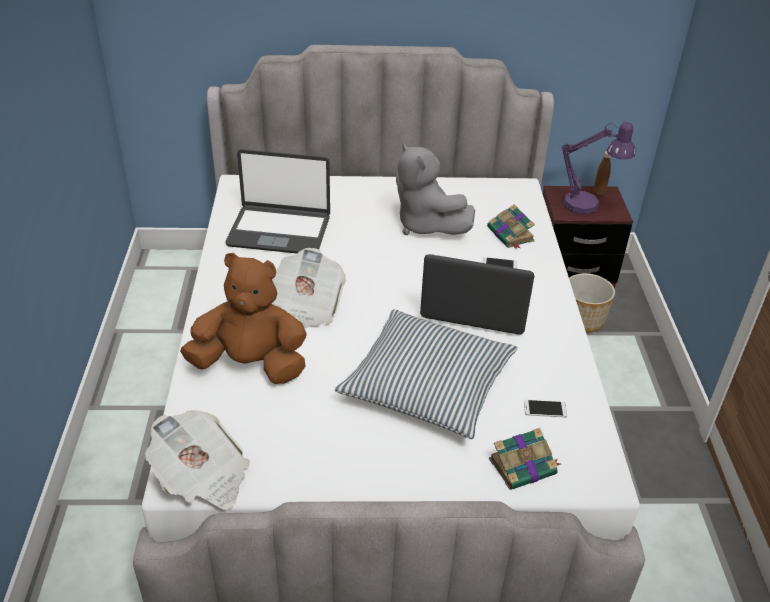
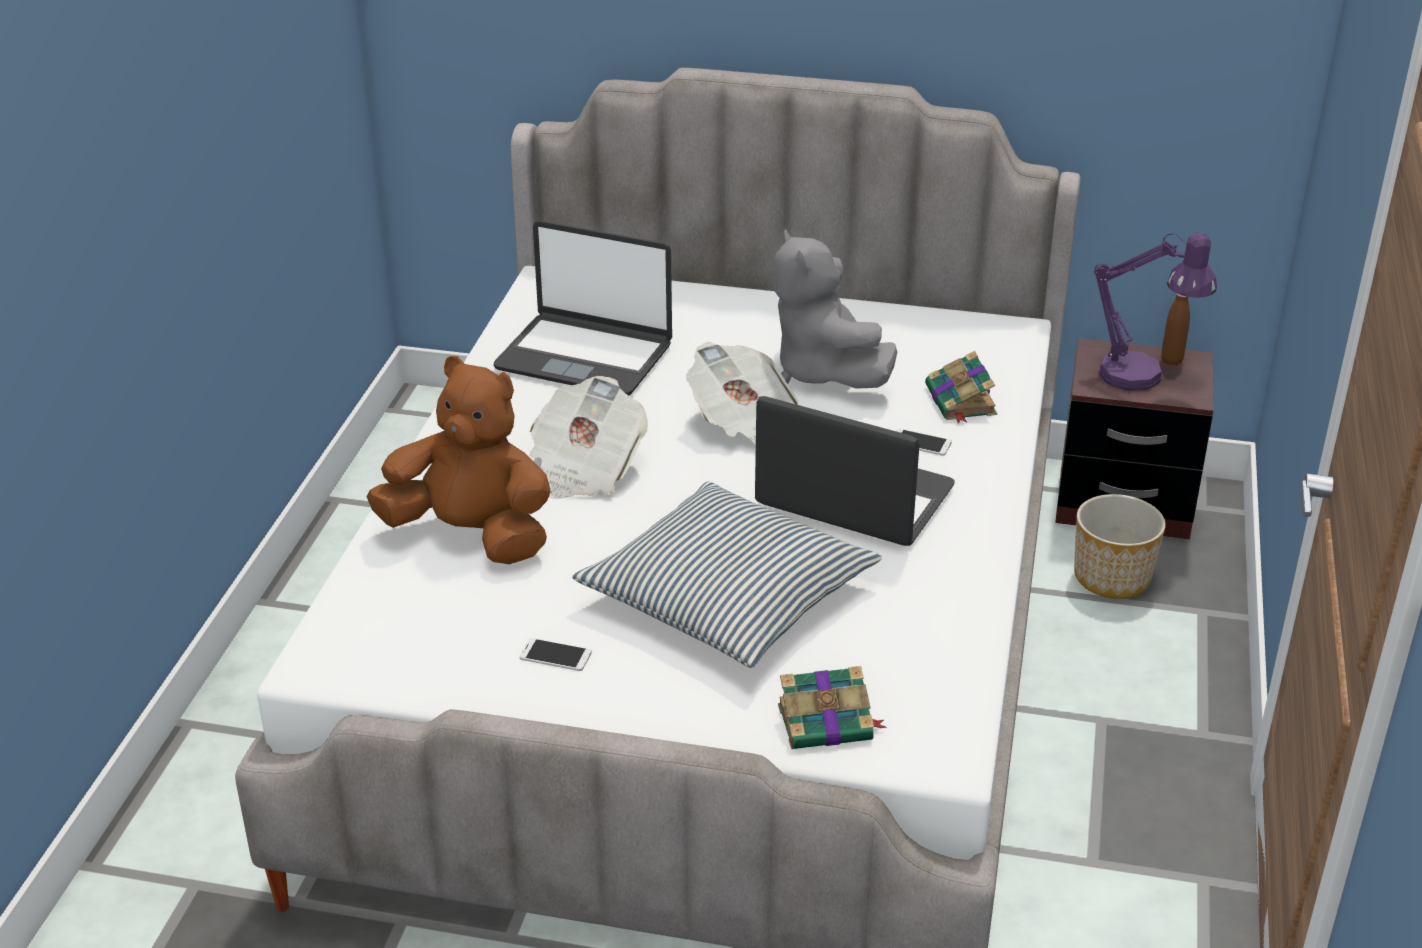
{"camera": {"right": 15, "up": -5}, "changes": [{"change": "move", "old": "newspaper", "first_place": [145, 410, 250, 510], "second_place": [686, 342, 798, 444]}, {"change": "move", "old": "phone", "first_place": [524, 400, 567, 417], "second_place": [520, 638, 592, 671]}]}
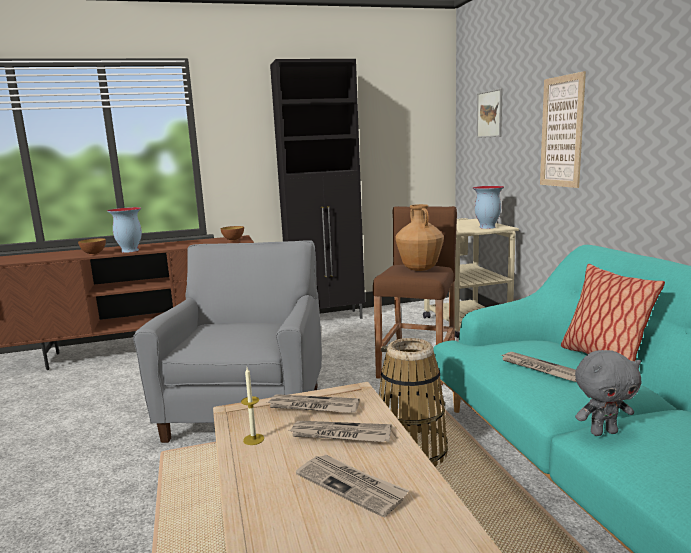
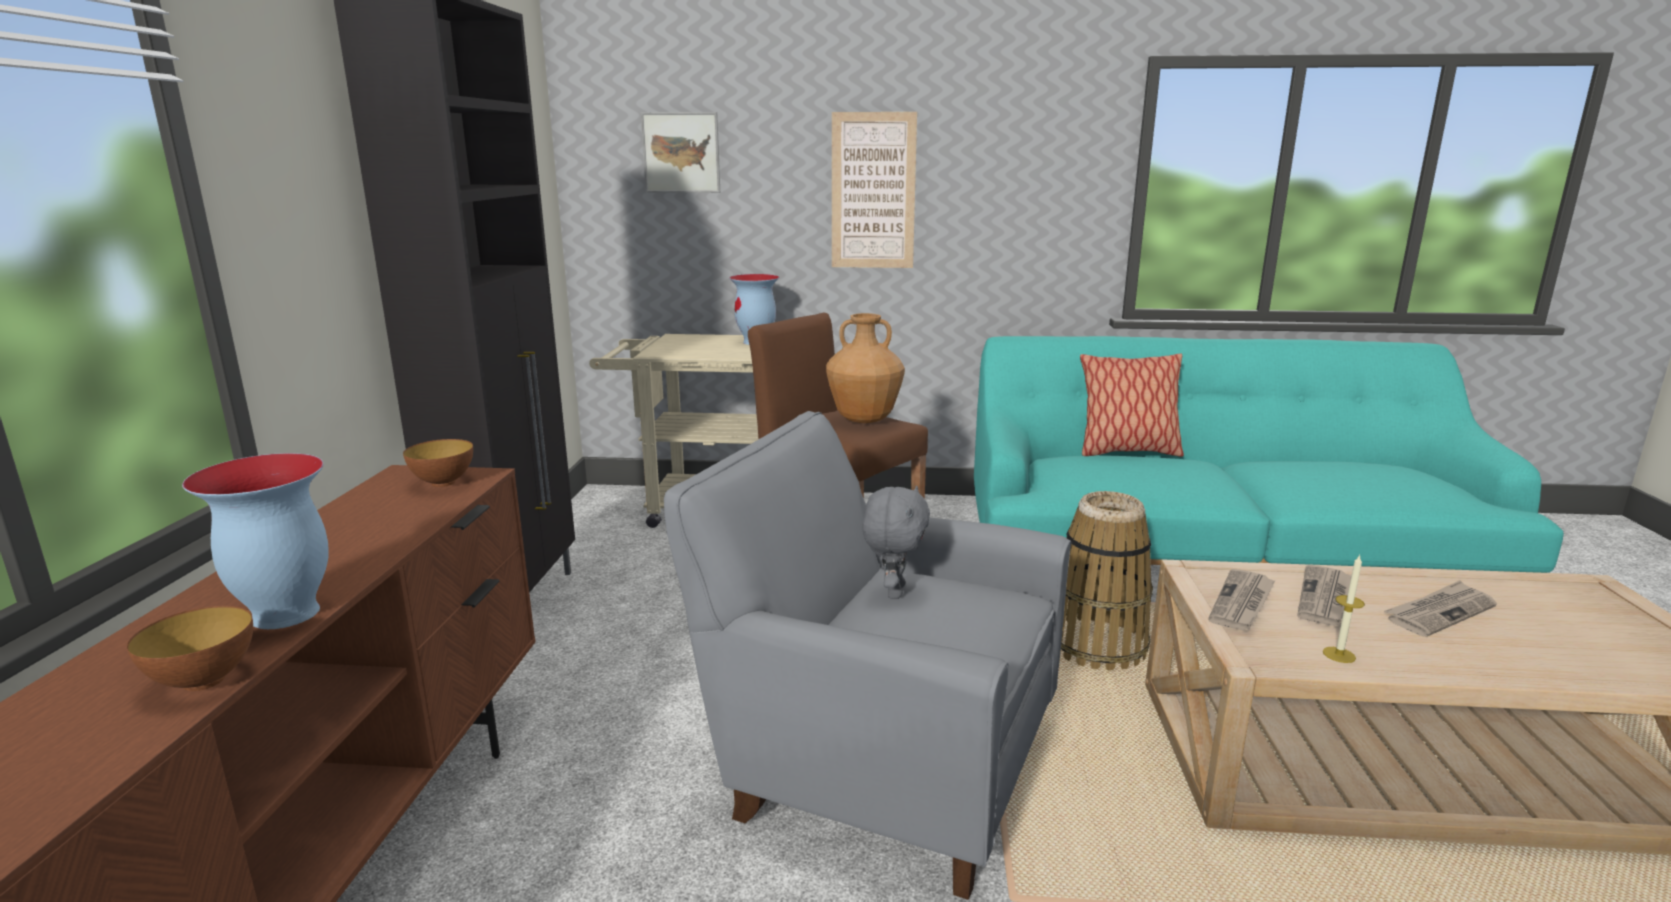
{"camera": {"right": -70, "up": 5}, "changes": [{"change": "delete", "old": "newspaper", "first_place": [499, 352, 576, 382]}, {"change": "move", "old": "plush toy (grey)", "first_place": [575, 350, 641, 436], "second_place": [863, 486, 930, 599]}]}
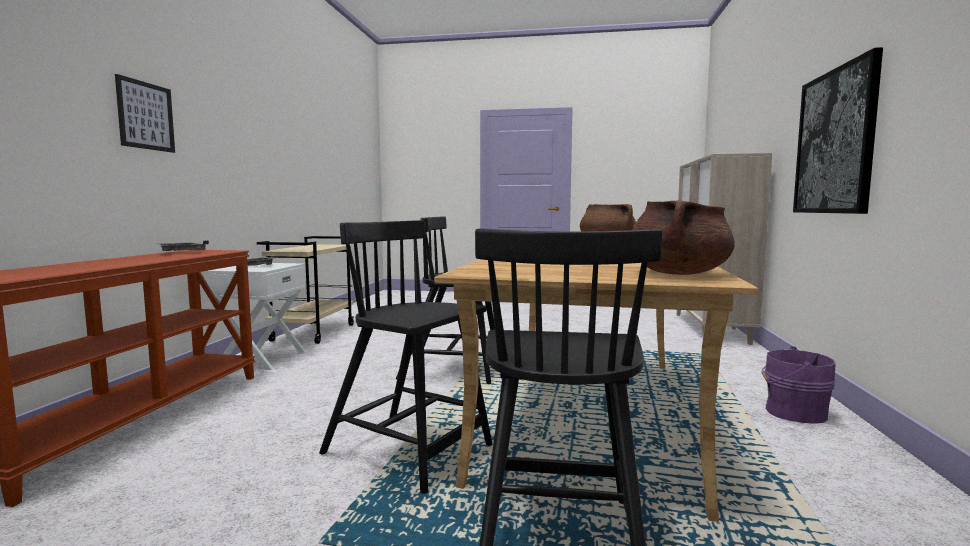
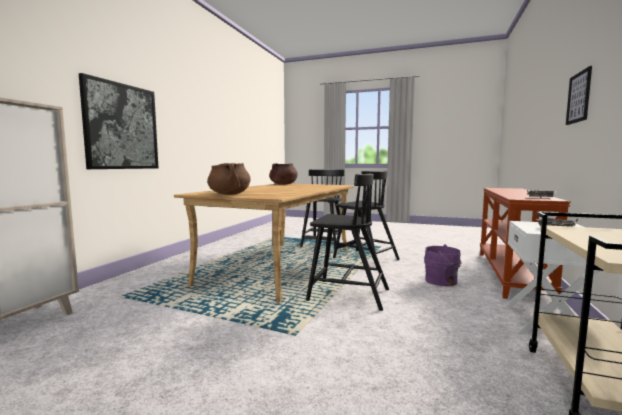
{"camera": {"right": -170, "up": 0}, "changes": [{"change": "move", "old": "bucket (purple)", "first_place": [762, 346, 836, 424], "second_place": [424, 244, 462, 286]}]}
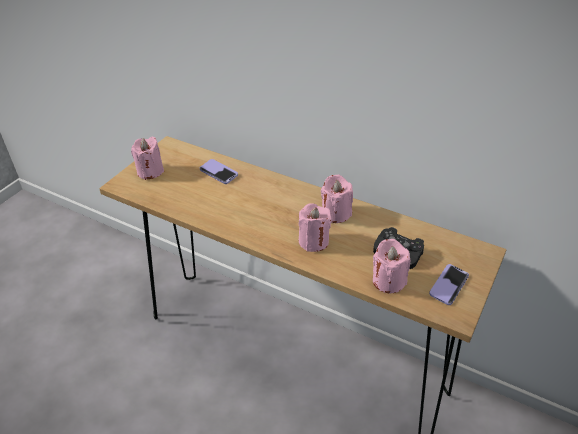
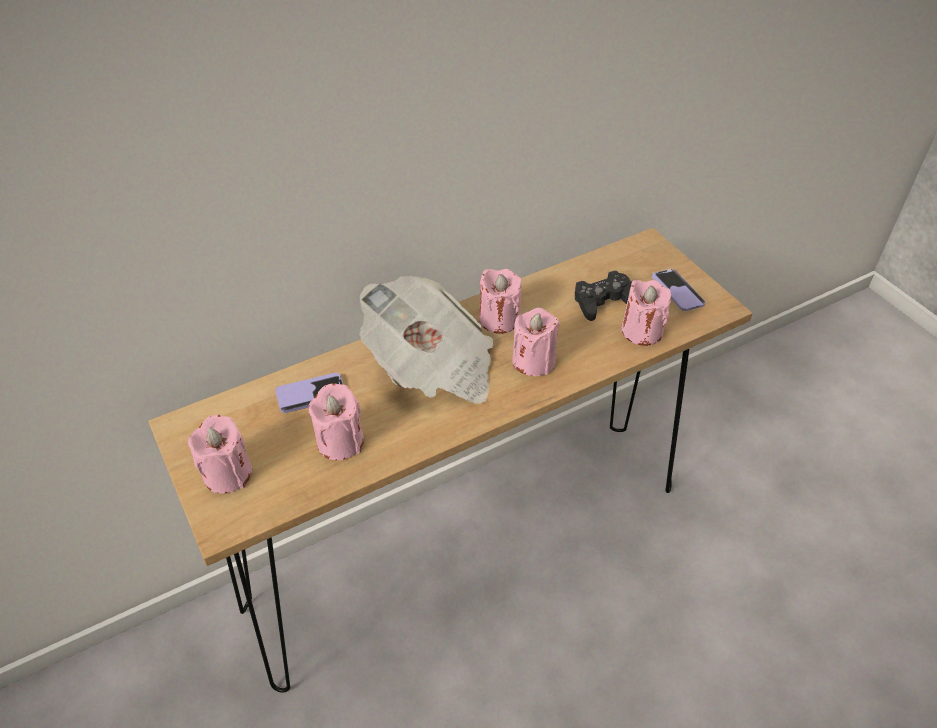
{"camera": {"right": -60, "up": 5}, "changes": [{"change": "insert", "new": "candle (pink)", "second_place": [308, 383, 364, 460]}, {"change": "insert", "new": "newspaper", "second_place": [359, 276, 494, 404]}]}
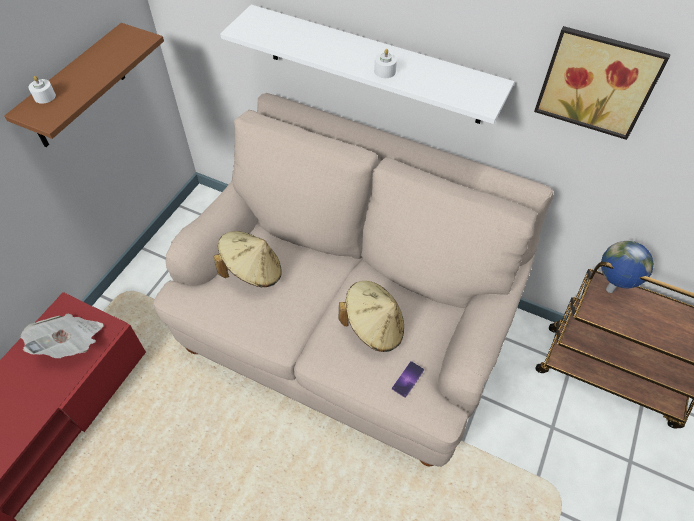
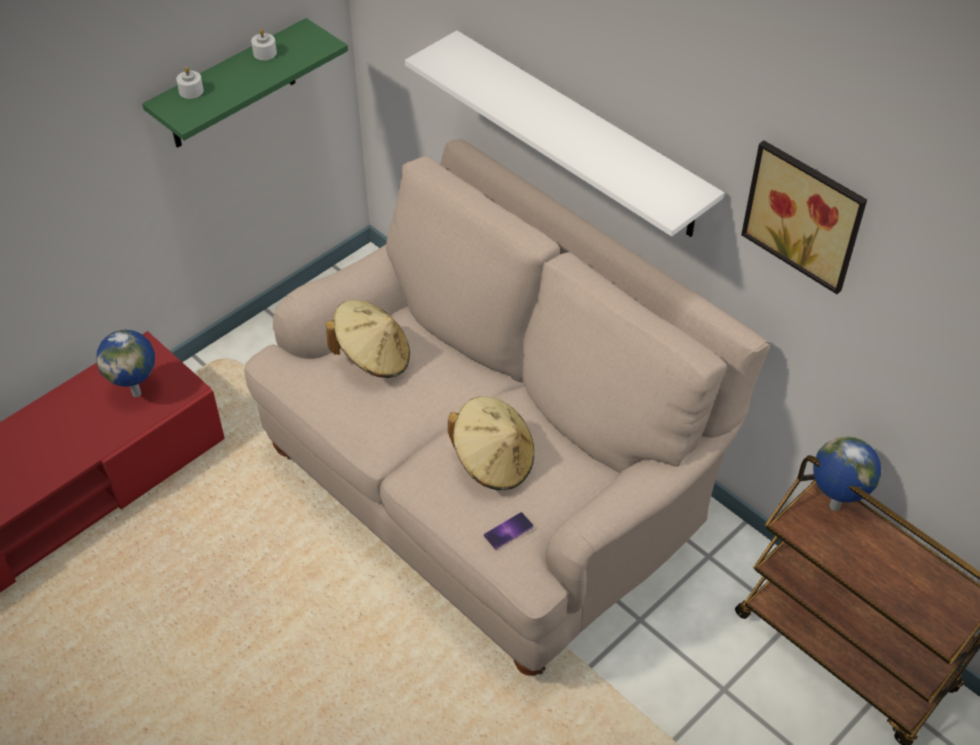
{"camera": {"right": 20, "up": -5}, "changes": [{"change": "move", "old": "candle (white)", "first_place": [374, 49, 397, 78], "second_place": [251, 29, 277, 60]}, {"change": "replace", "old": "newspaper", "new": "globe", "first_place": [21, 314, 104, 358], "second_place": [96, 330, 155, 397]}, {"change": "recolor", "old": "shelf (brown)", "new": "shelf (green)", "first_place": [4, 23, 164, 147], "second_place": [142, 18, 348, 148]}]}
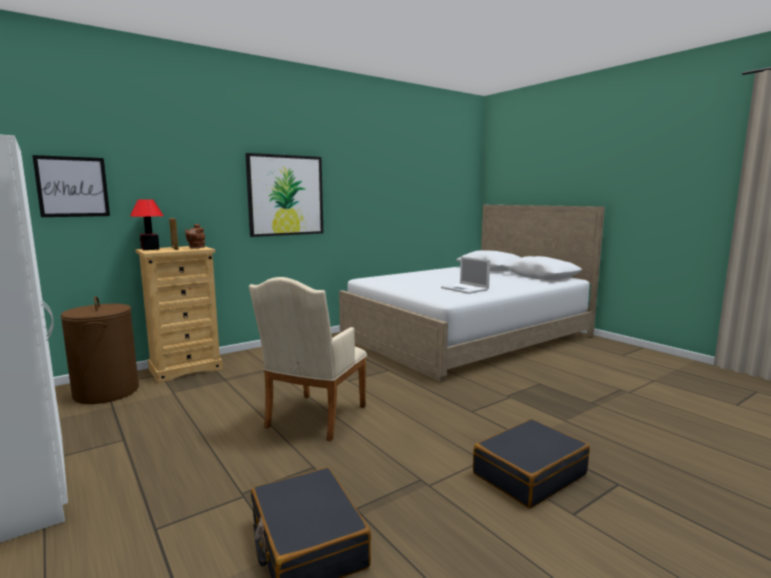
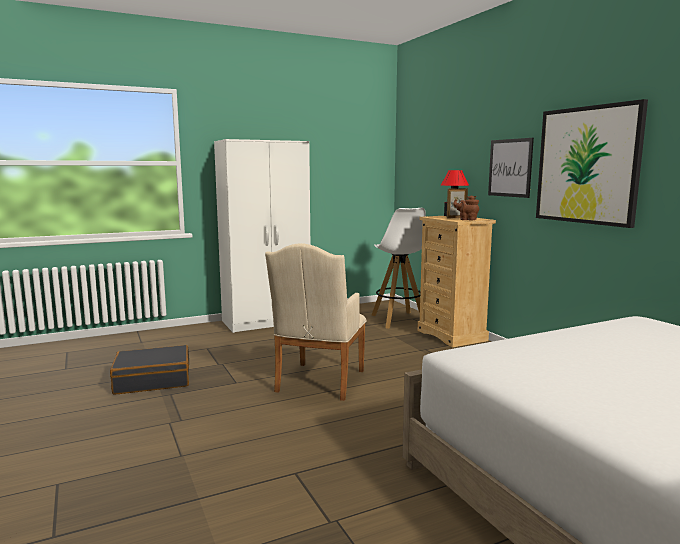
{"camera": {"right": 100, "up": 0}, "changes": [{"change": "delete", "old": "laptop", "first_place": [441, 256, 490, 294]}, {"change": "delete", "old": "suitcase (black)", "first_place": [473, 419, 590, 508]}, {"change": "move", "old": "picture", "first_place": [32, 155, 110, 217], "second_place": [488, 138, 534, 198]}, {"change": "replace", "old": "laundry basket (brown)", "new": "stool (white)", "first_place": [61, 296, 139, 404], "second_place": [371, 208, 426, 329]}, {"change": "rotate", "old": "armchair (beige)", "first_place": [249, 277, 367, 442], "second_place": [265, 243, 366, 401], "degrees": -105}]}
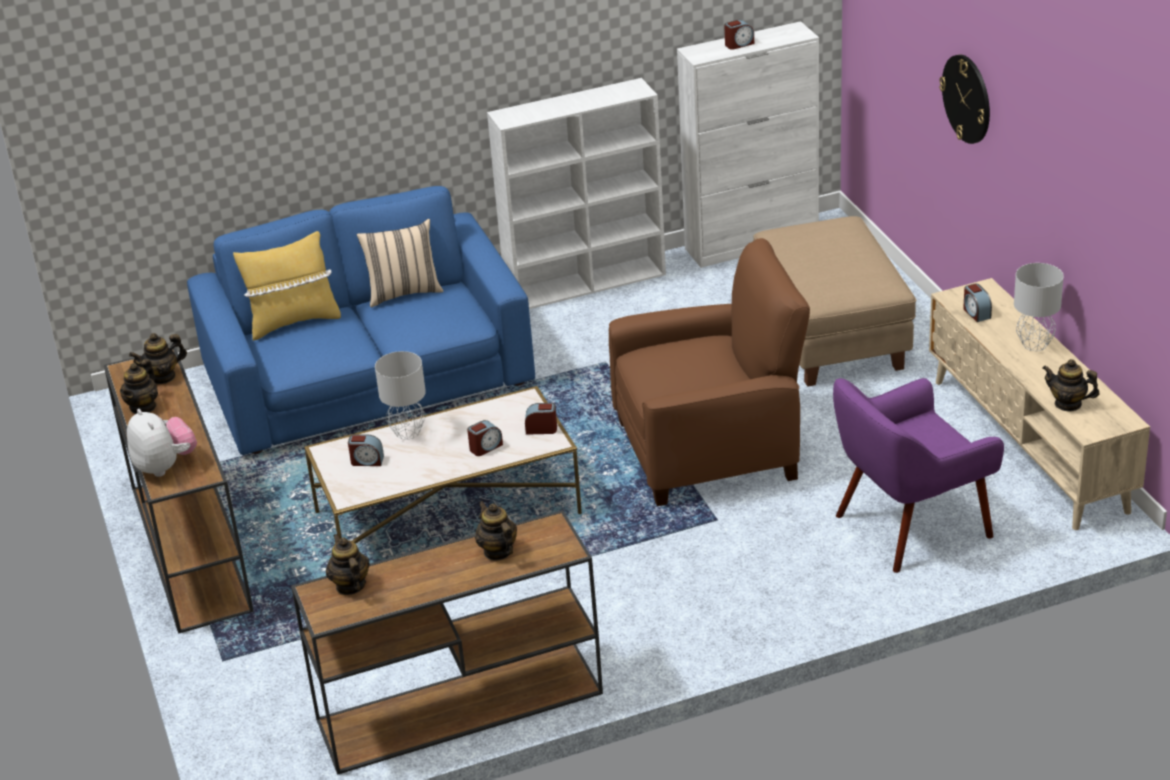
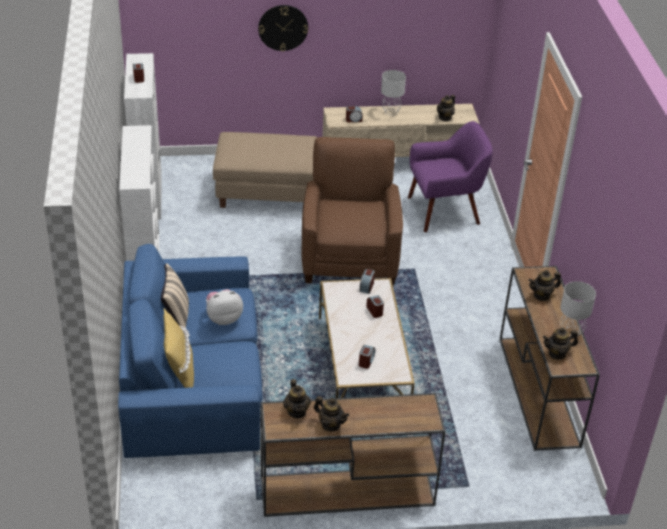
{"camera": {"right": -80, "up": 5}, "changes": [{"change": "move", "old": "plush toy", "first_place": [127, 409, 197, 477], "second_place": [206, 289, 243, 325]}, {"change": "move", "old": "table lamp (grey)", "first_place": [375, 351, 426, 440], "second_place": [560, 281, 596, 337]}, {"change": "rotate", "old": "armchair (purple)", "first_place": [833, 378, 1004, 573], "second_place": [408, 121, 493, 232], "degrees": -90}]}
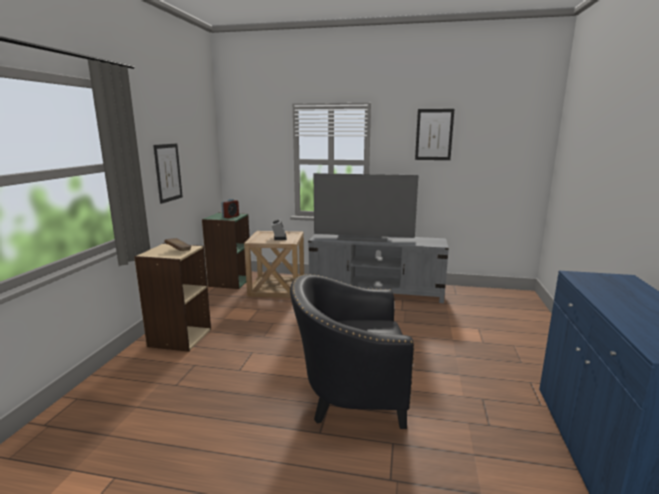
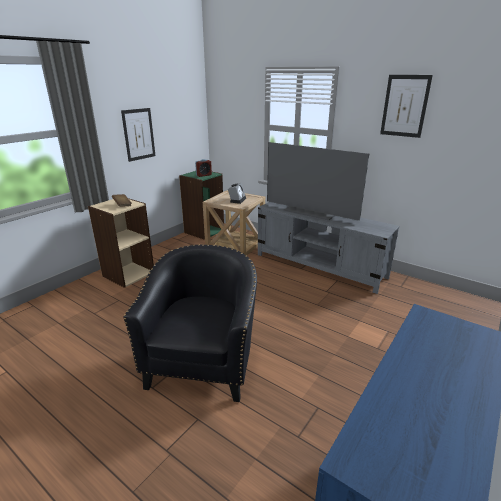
{"camera": {"right": 25, "up": 10}, "changes": [{"change": "rotate", "old": "armchair (black)", "first_place": [290, 274, 414, 429], "second_place": [123, 244, 257, 402], "degrees": 75}]}
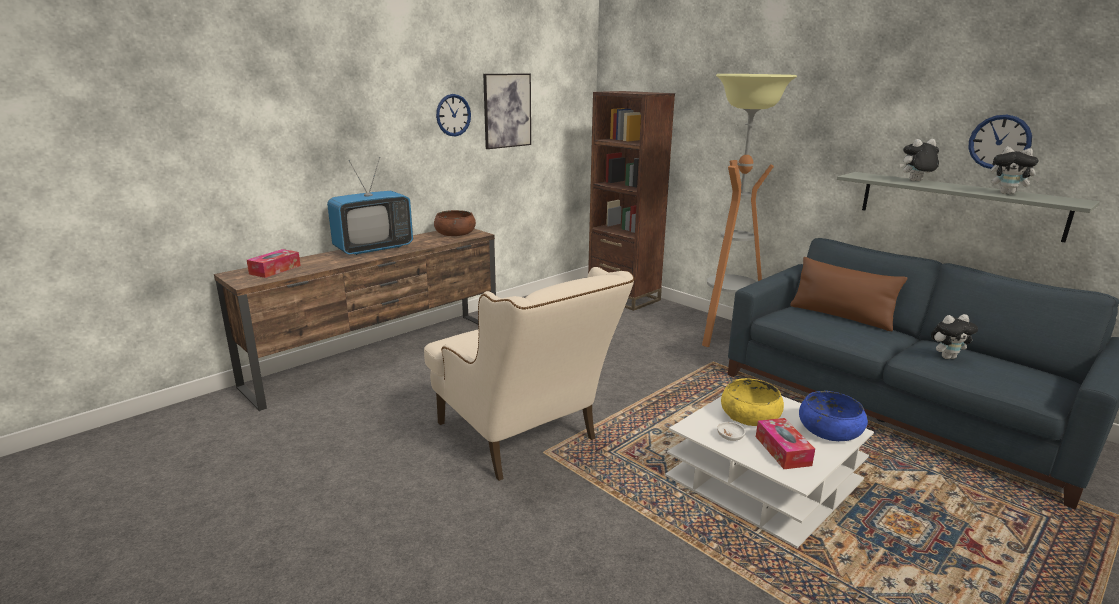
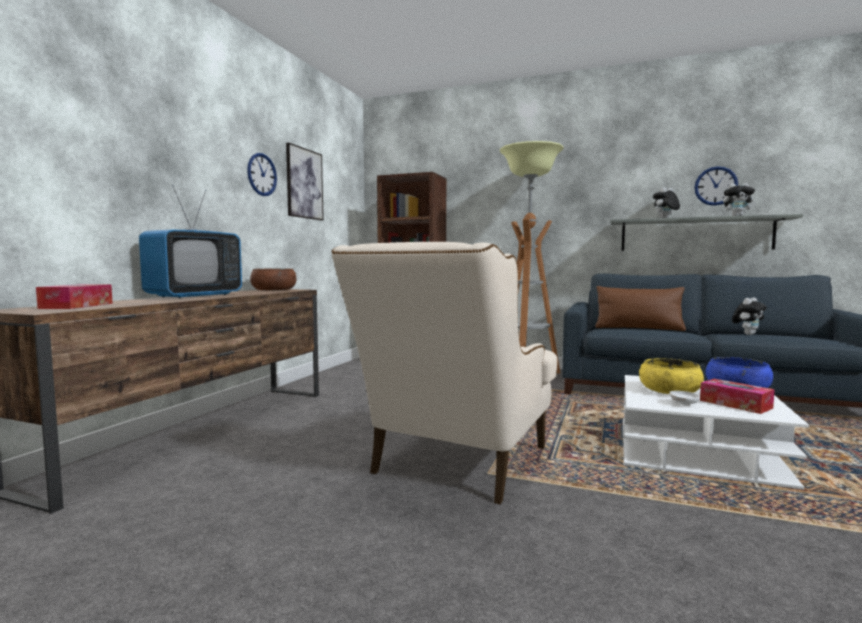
{"camera": {"right": -25, "up": -15}, "changes": [{"change": "rotate", "old": "armchair (beige)", "first_place": [424, 267, 634, 481], "second_place": [332, 242, 557, 504], "degrees": 90}]}
